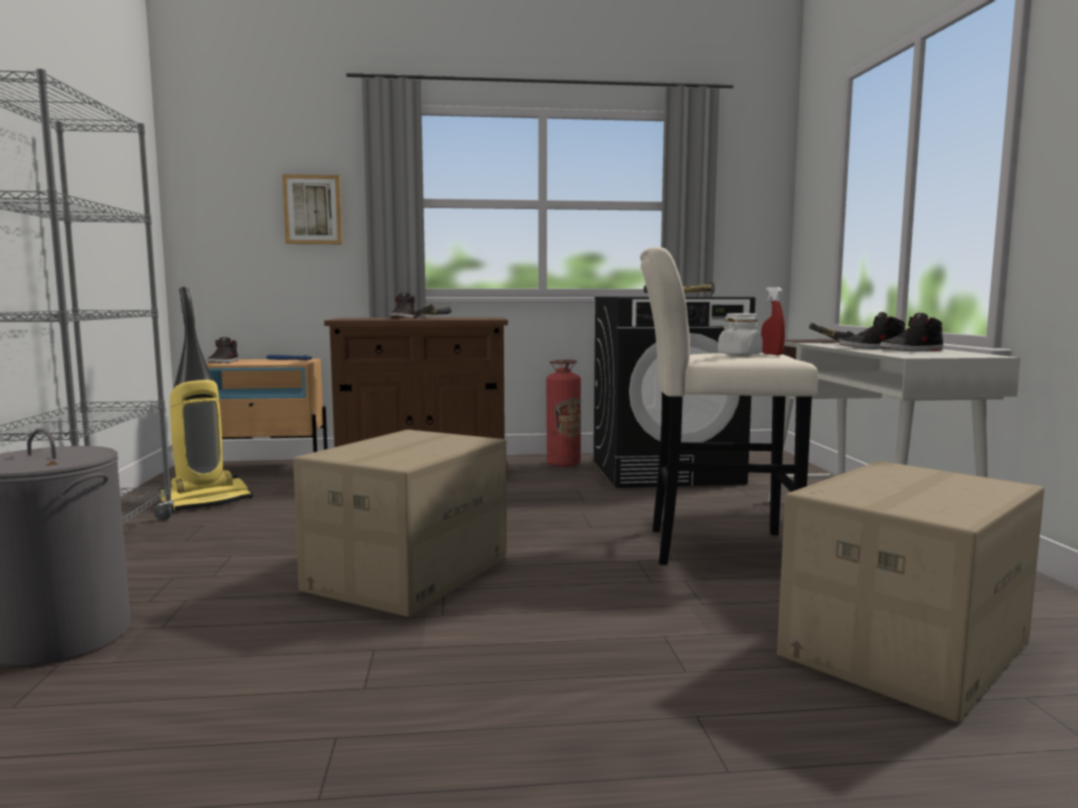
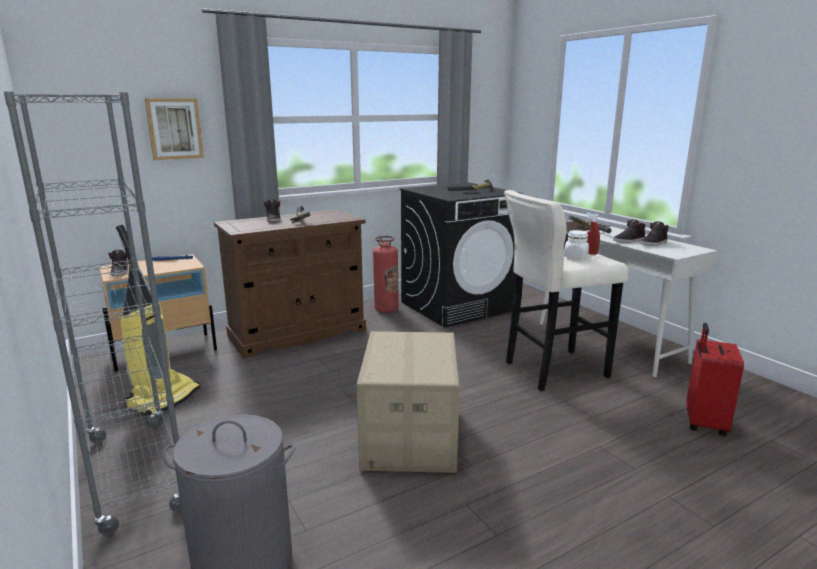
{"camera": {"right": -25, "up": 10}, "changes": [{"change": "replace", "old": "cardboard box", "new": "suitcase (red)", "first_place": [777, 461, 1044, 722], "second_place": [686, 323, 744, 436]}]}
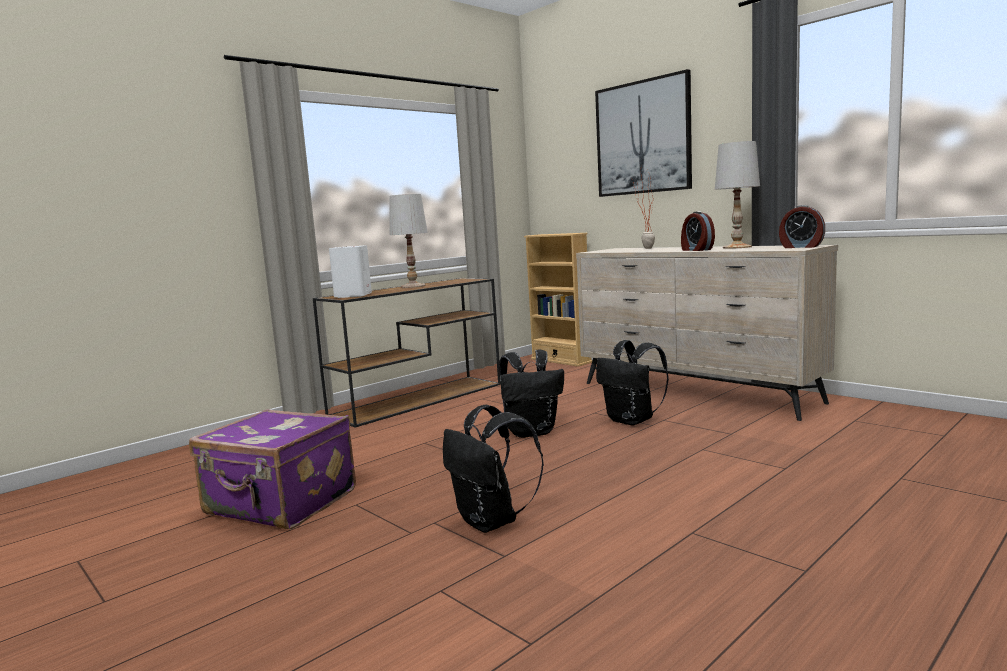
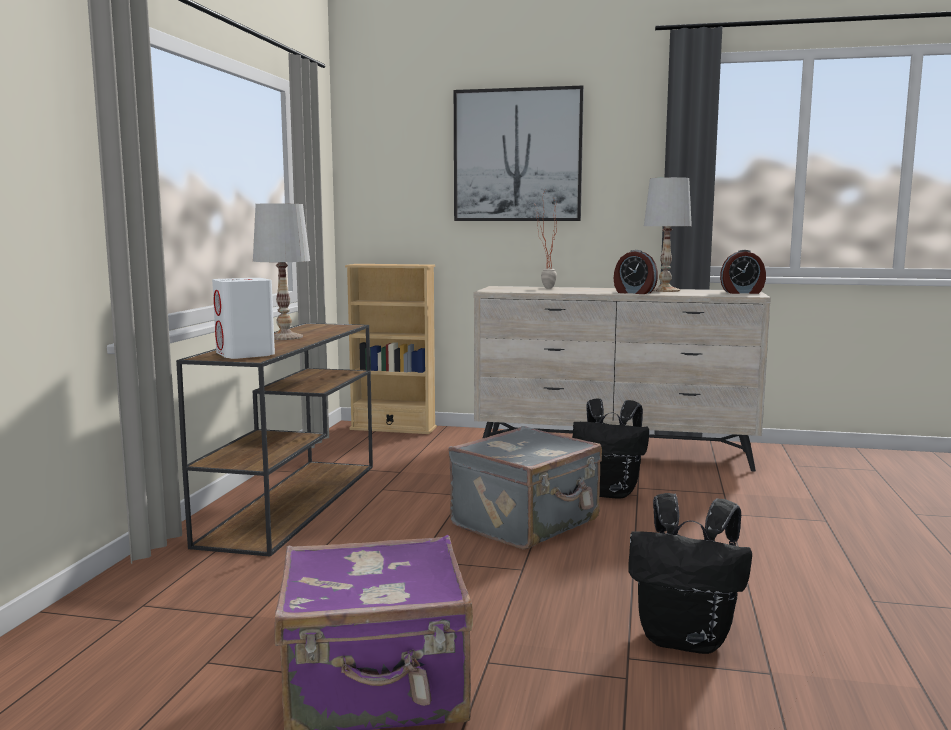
{"camera": {"right": -35, "up": 0}, "changes": [{"change": "replace", "old": "backpack (black)", "new": "suitcase (grey)", "first_place": [499, 349, 564, 438], "second_place": [448, 426, 602, 550]}]}
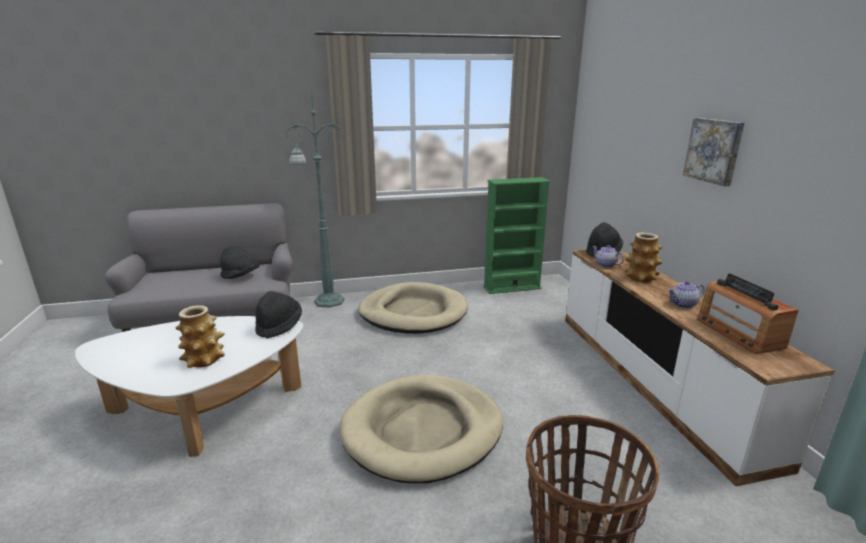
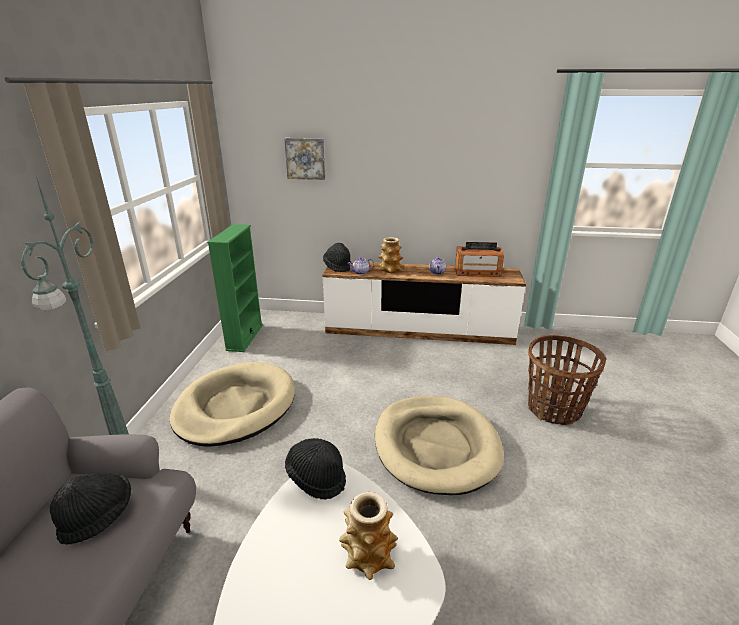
{"camera": {"right": -70, "up": 5}, "changes": [{"change": "move", "old": "picture", "first_place": [683, 118, 744, 186], "second_place": [284, 138, 326, 180]}]}
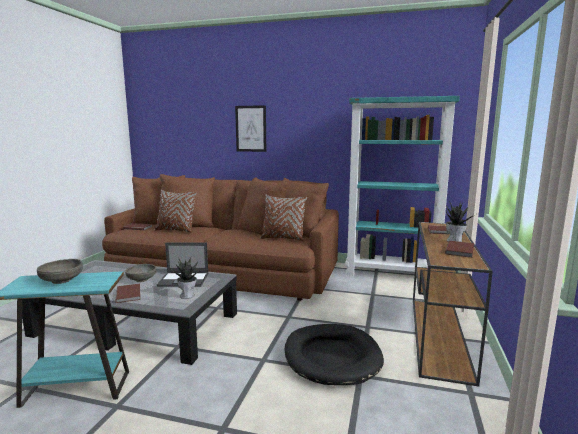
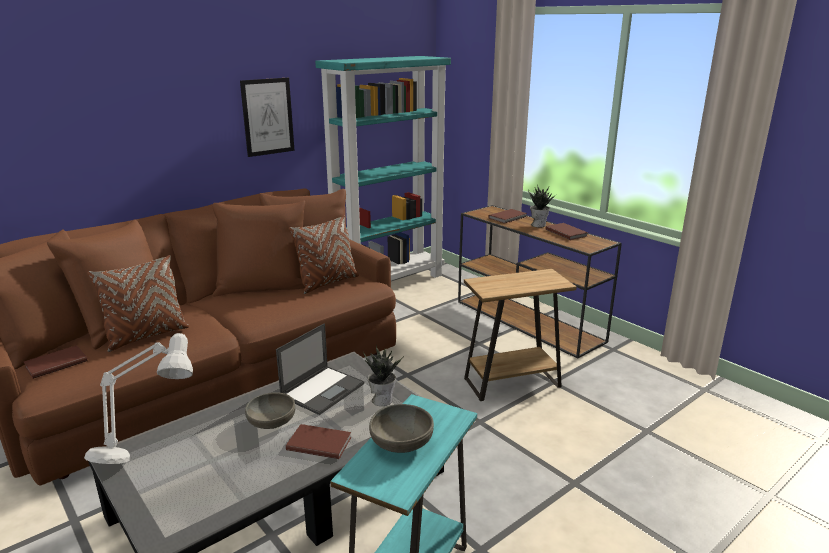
{"camera": {"right": -55, "up": 10}, "changes": [{"change": "insert", "new": "table lamp (grey)", "second_place": [84, 333, 193, 464]}, {"change": "move", "old": "picture", "first_place": [235, 105, 266, 152], "second_place": [240, 78, 295, 157]}, {"change": "replace", "old": "dog bed (black)", "new": "side table (brown)", "first_place": [285, 324, 384, 385], "second_place": [464, 269, 577, 401]}]}
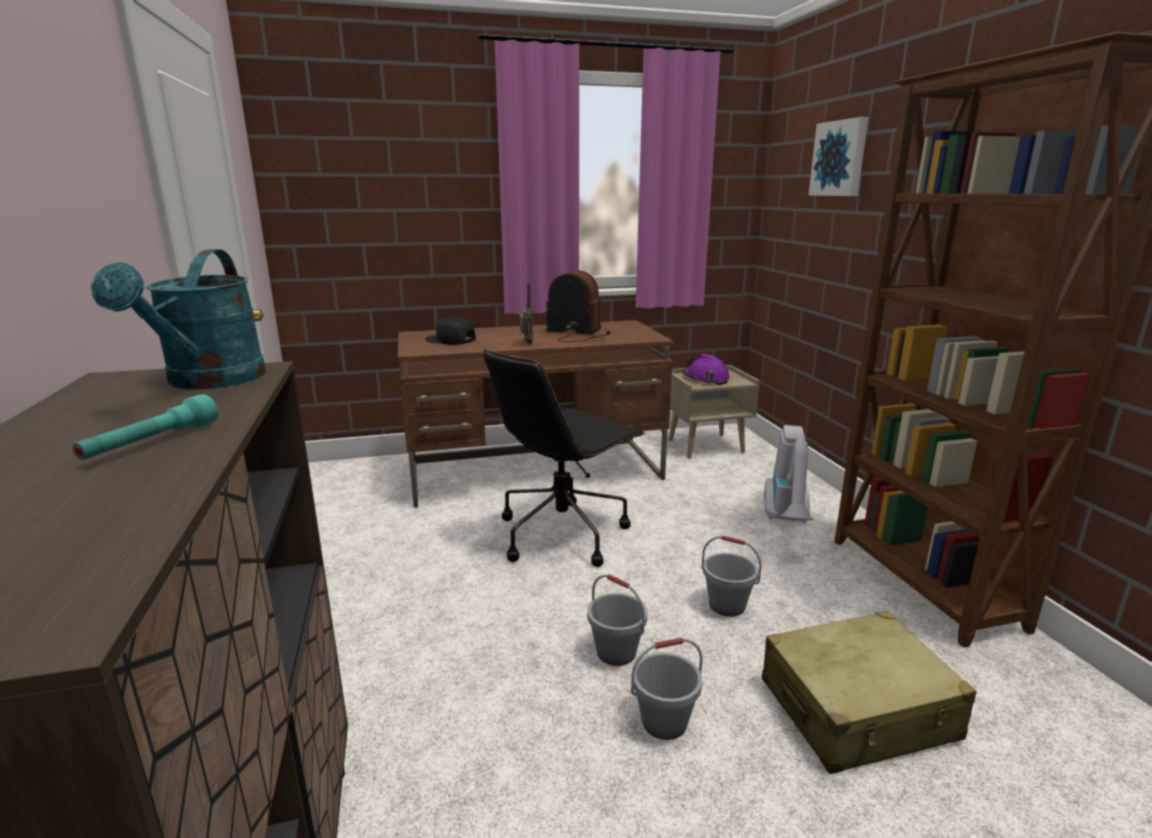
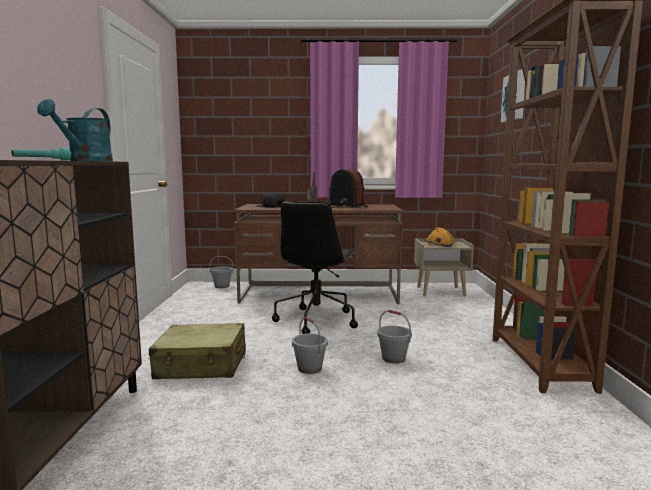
{"camera": {"right": 15, "up": -10}, "changes": [{"change": "delete", "old": "vacuum cleaner", "first_place": [764, 425, 814, 523]}, {"change": "move", "old": "bucket (grey)", "first_place": [631, 638, 703, 740], "second_place": [210, 256, 233, 288]}, {"change": "move", "old": "suitcase (beige)", "first_place": [762, 611, 977, 774], "second_place": [149, 323, 246, 379]}, {"change": "recolor", "old": "hard hat (purple)", "new": "hard hat (orange)", "first_place": [684, 354, 730, 385], "second_place": [425, 228, 454, 247]}, {"change": "rotate", "old": "office chair (black)", "first_place": [483, 349, 645, 567], "second_place": [272, 201, 358, 334], "degrees": -45}]}
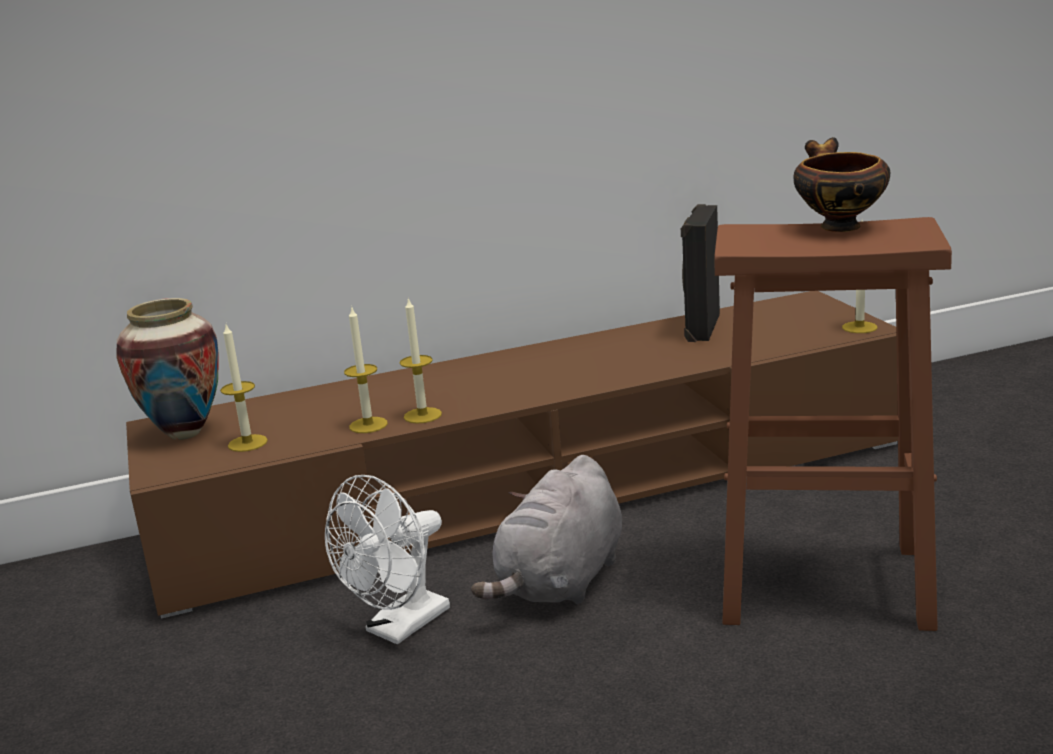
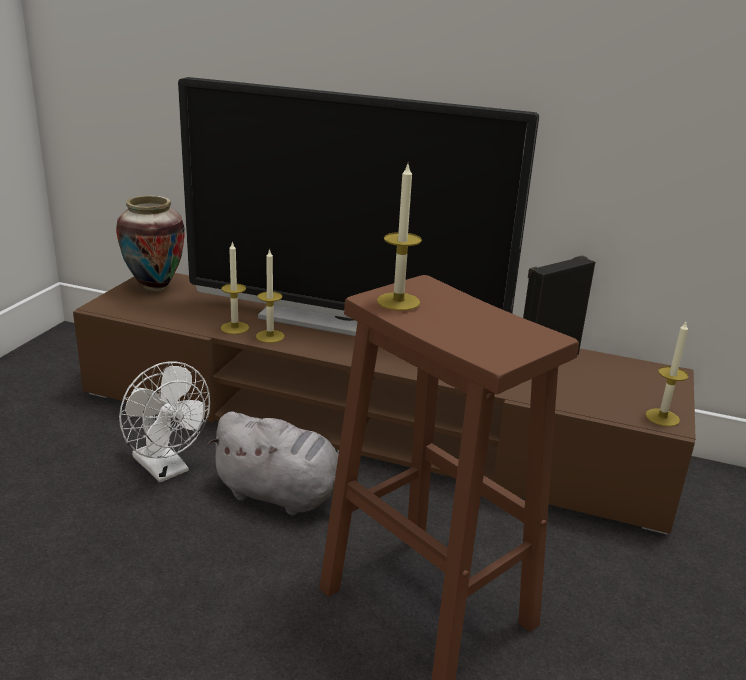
{"camera": {"right": 35, "up": 5}, "changes": [{"change": "delete", "old": "bowl", "first_place": [793, 137, 890, 232]}, {"change": "insert", "new": "television", "second_place": [178, 77, 539, 336]}, {"change": "move", "old": "candle", "first_place": [220, 325, 268, 452], "second_place": [377, 164, 422, 311]}, {"change": "rotate", "old": "fan (white)", "first_place": [325, 475, 450, 644], "second_place": [119, 362, 210, 482], "degrees": -120}, {"change": "rotate", "old": "plush toy (grey)", "first_place": [471, 455, 622, 605], "second_place": [207, 412, 338, 515], "degrees": -135}]}
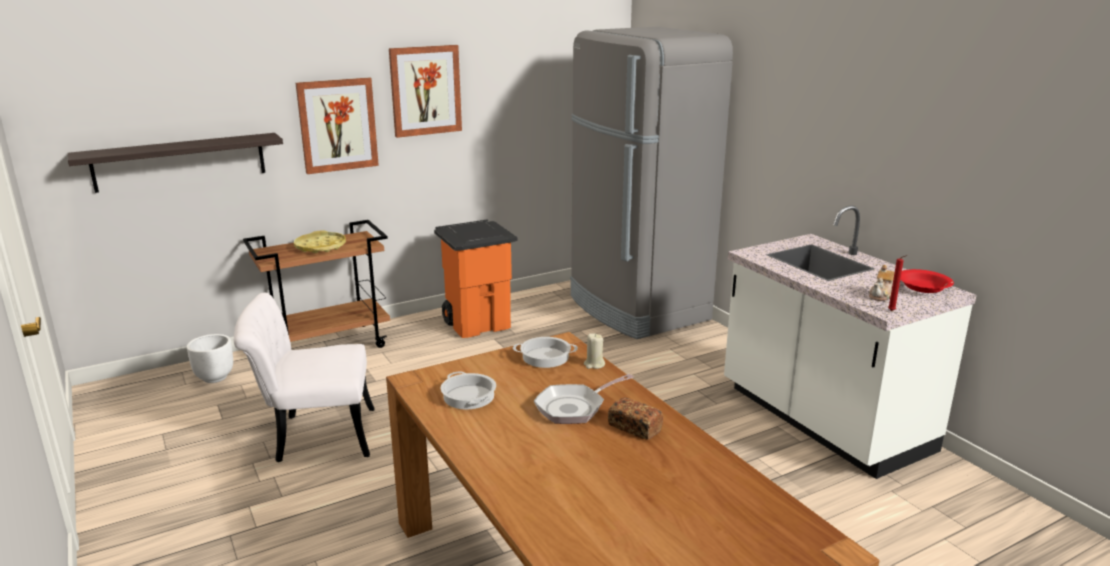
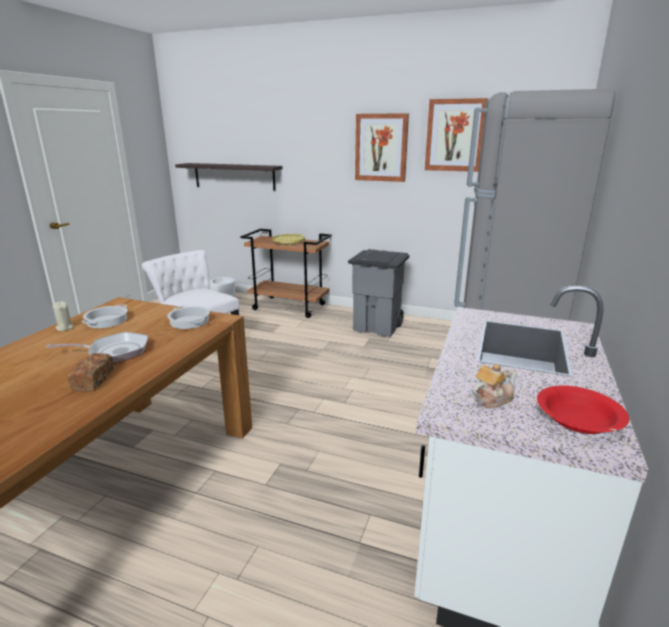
{"camera": {"right": 50, "up": 0}, "changes": [{"change": "delete", "old": "candle (red)", "first_place": [888, 255, 907, 311]}, {"change": "move", "old": "picture", "first_place": [296, 77, 379, 174], "second_place": [425, 98, 488, 172]}, {"change": "move", "old": "candle (beige)", "first_place": [584, 333, 605, 369], "second_place": [53, 301, 74, 331]}, {"change": "recolor", "old": "trash can (orange)", "new": "trash can (grey)", "first_place": [434, 220, 517, 338], "second_place": [348, 249, 409, 337]}, {"change": "rotate", "old": "frying pan", "first_place": [534, 374, 634, 424], "second_place": [46, 332, 148, 363], "degrees": 150}, {"change": "rotate", "old": "teapot", "first_place": [869, 265, 895, 301], "second_place": [472, 363, 518, 408], "degrees": 150}]}
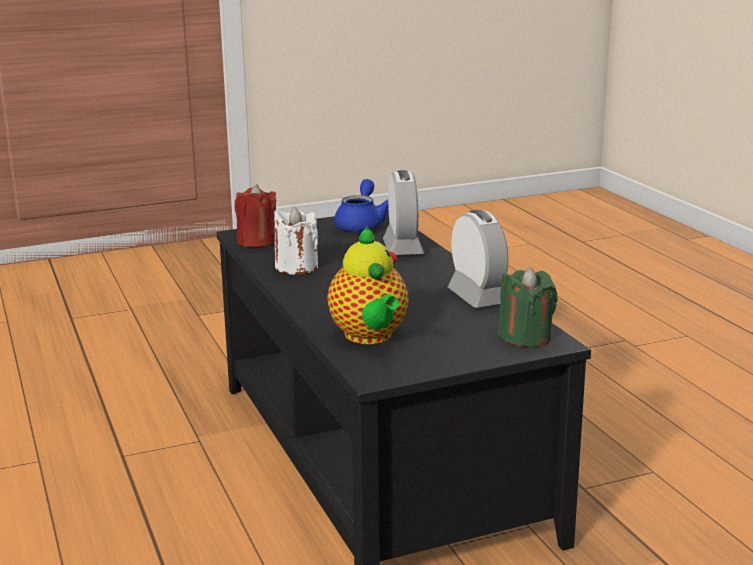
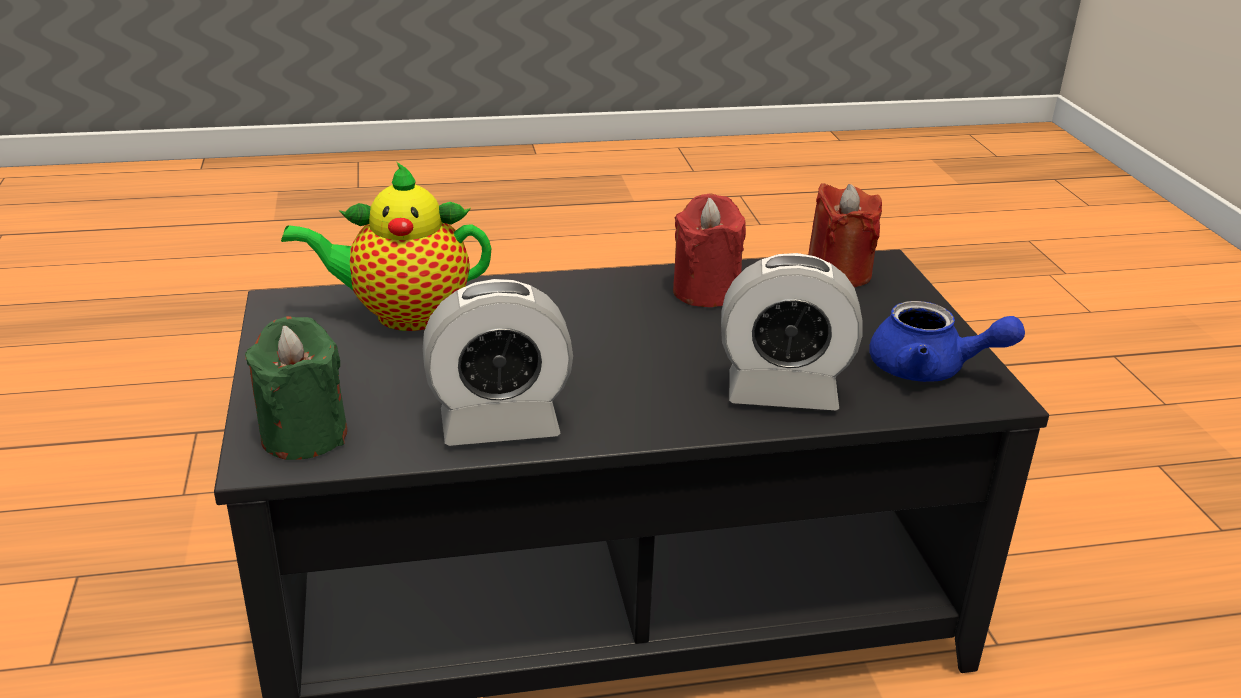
{"camera": {"right": 100, "up": 10}, "changes": [{"change": "recolor", "old": "candle (white)", "new": "candle (red)", "first_place": [274, 207, 318, 275], "second_place": [673, 193, 746, 307]}]}
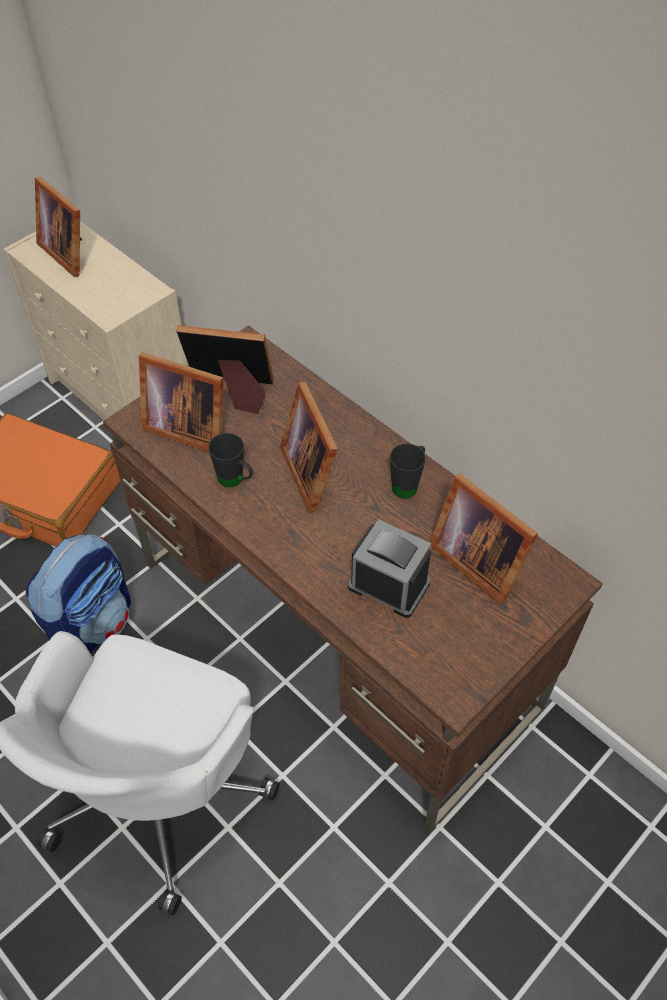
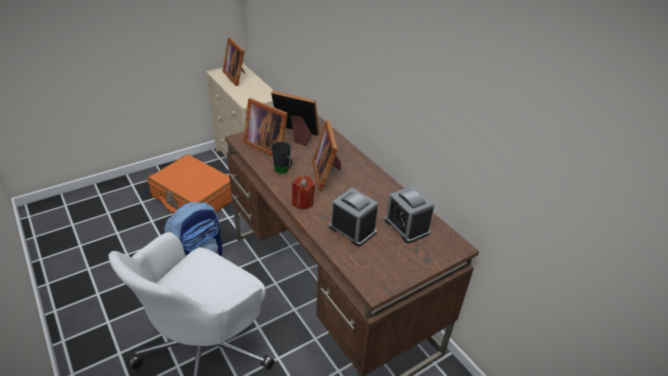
{"camera": {"right": 10, "up": -15}, "changes": [{"change": "delete", "old": "mug (black)", "first_place": [390, 444, 426, 499]}, {"change": "insert", "new": "candle (red)", "second_place": [292, 176, 315, 209]}, {"change": "replace", "old": "picture frame", "new": "alarm clock", "first_place": [430, 473, 538, 605], "second_place": [385, 186, 435, 244]}]}
